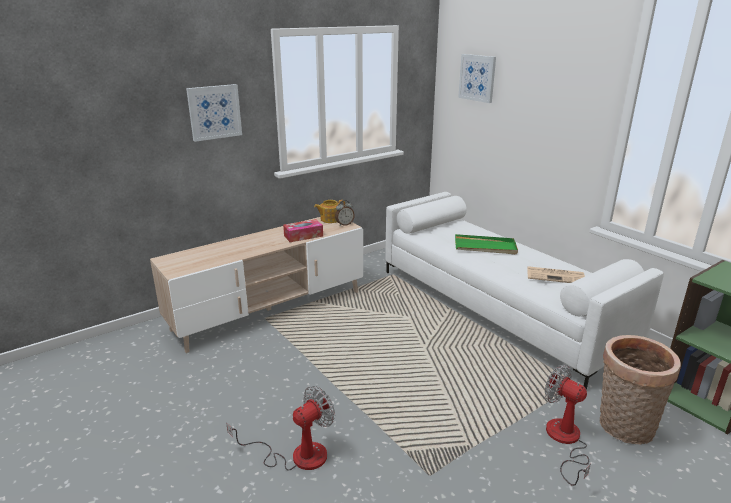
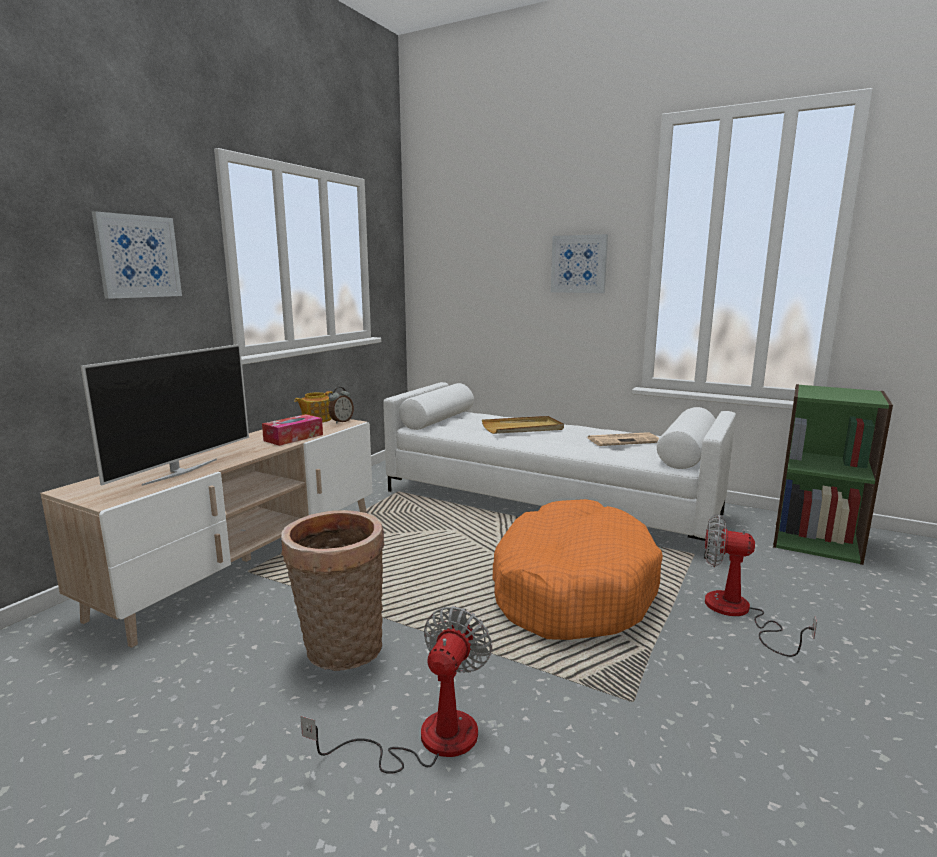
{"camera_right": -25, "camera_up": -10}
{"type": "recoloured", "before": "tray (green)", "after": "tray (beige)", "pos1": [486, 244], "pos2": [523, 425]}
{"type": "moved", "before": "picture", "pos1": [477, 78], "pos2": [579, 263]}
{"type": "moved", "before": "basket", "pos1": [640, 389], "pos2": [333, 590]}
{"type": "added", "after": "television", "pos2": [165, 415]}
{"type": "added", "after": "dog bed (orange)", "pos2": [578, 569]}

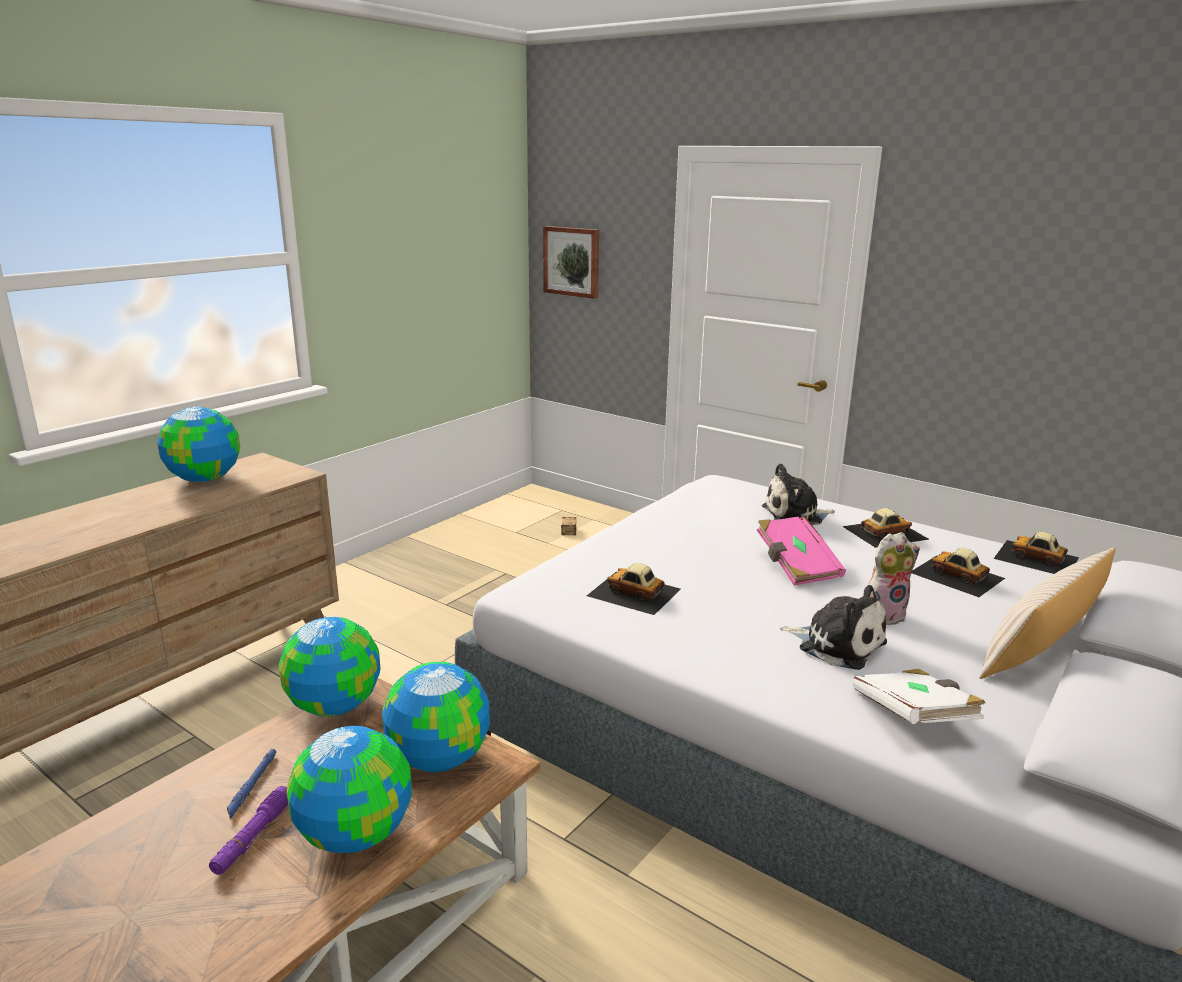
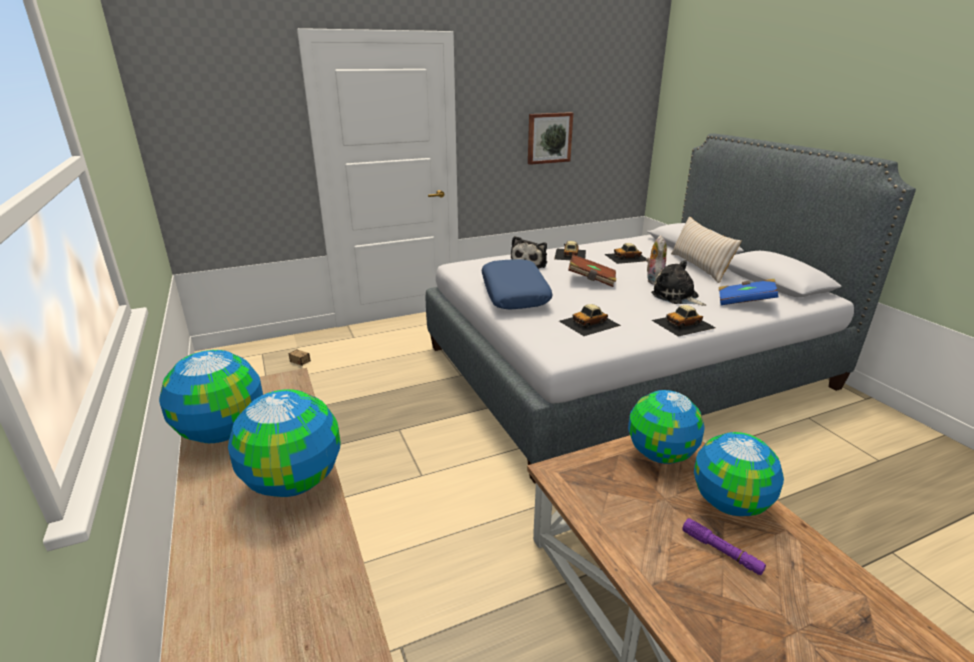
{"camera_right": -60, "camera_up": 5}
{"type": "removed", "before": "flashlight (blue)", "pos1": [251, 783]}
{"type": "moved", "before": "globe", "pos1": [329, 667], "pos2": [284, 443]}
{"type": "moved", "before": "picture", "pos1": [571, 262], "pos2": [550, 138]}
{"type": "recoloured", "before": "book (pink)", "after": "book (brown)", "pos1": [801, 551], "pos2": [592, 271]}
{"type": "turned", "before": "plush toy", "pos1": [833, 627], "pos2": [678, 283], "turn": -105}
{"type": "recoloured", "before": "book (white)", "after": "book (blue)", "pos1": [919, 696], "pos2": [748, 292]}
{"type": "moved", "before": "toy car", "pos1": [1036, 552], "pos2": [684, 321]}
{"type": "added", "after": "pillow (blue)", "pos2": [517, 284]}

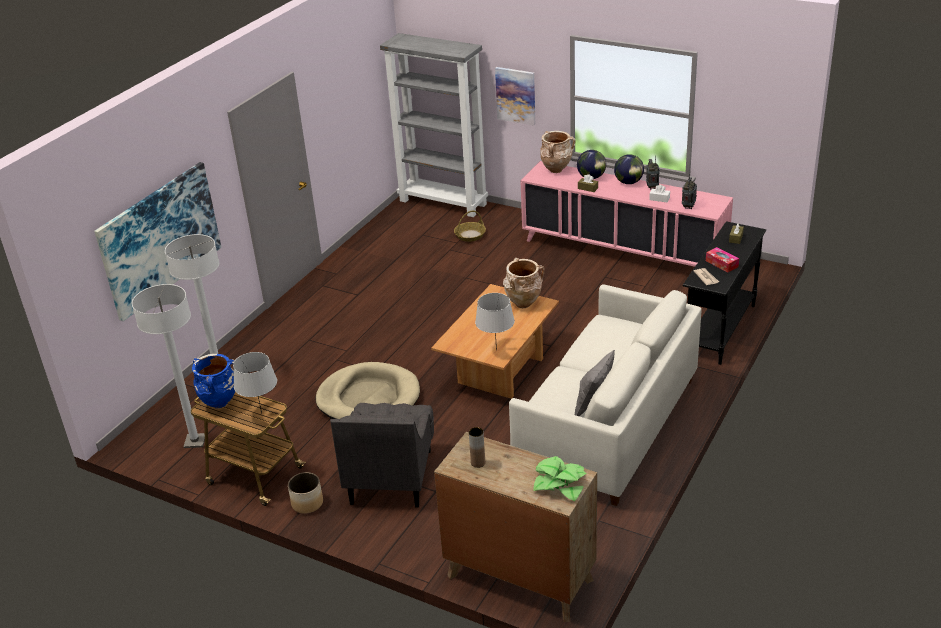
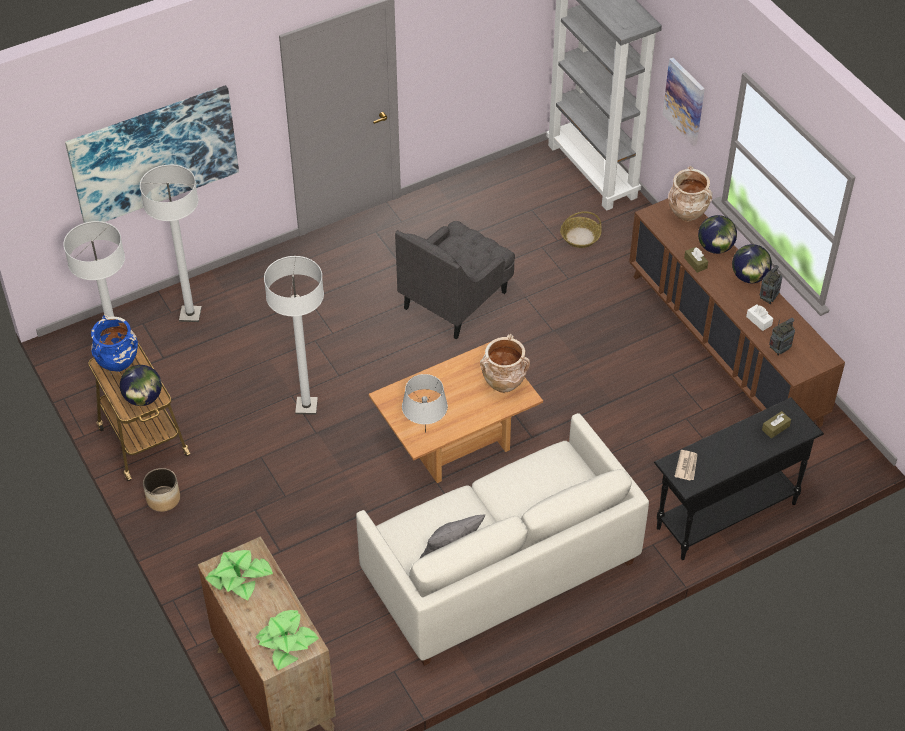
{"camera_right": 30, "camera_up": 15}
{"type": "replaced", "before": "table lamp (grey)", "after": "globe", "pos1": [255, 383], "pos2": [141, 385]}
{"type": "replaced", "before": "dog bed (beige)", "after": "floor lamp (white)", "pos1": [368, 390], "pos2": [294, 335]}
{"type": "moved", "before": "armchair (grey)", "pos1": [382, 455], "pos2": [455, 280]}
{"type": "replaced", "before": "vase (brown)", "after": "potted plant", "pos1": [477, 447], "pos2": [239, 575]}
{"type": "recoloured", "before": "cabinet (pink)", "after": "cabinet (brown)", "pos1": [626, 214], "pos2": [737, 312]}
{"type": "removed", "before": "tissue box", "pos1": [722, 259]}

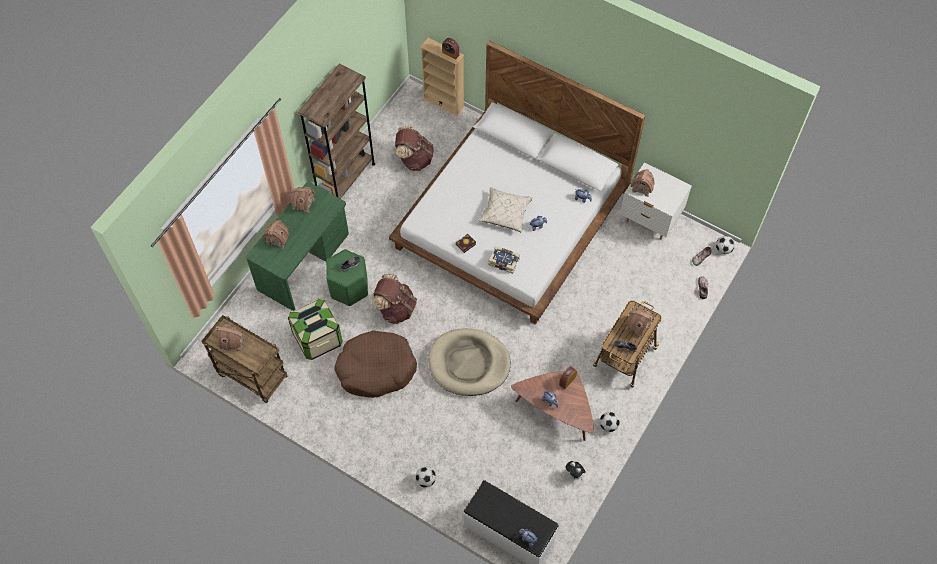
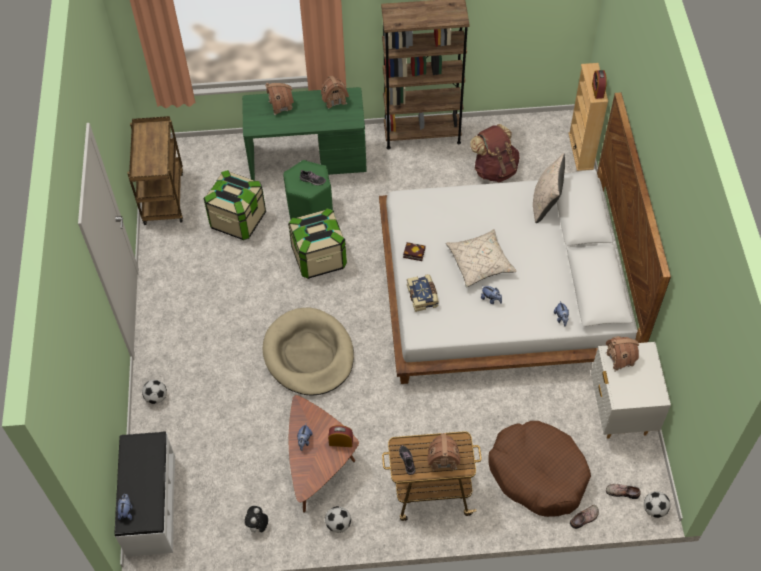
{"camera_right": 55, "camera_up": -5}
{"type": "removed", "before": "toy house", "pos1": [230, 337]}
{"type": "moved", "before": "dog bed (brown)", "pos1": [376, 364], "pos2": [539, 469]}
{"type": "replaced", "before": "backpack (brown)", "after": "storage box", "pos1": [394, 299], "pos2": [317, 243]}
{"type": "added", "after": "pillow (beige)", "pos2": [549, 188]}

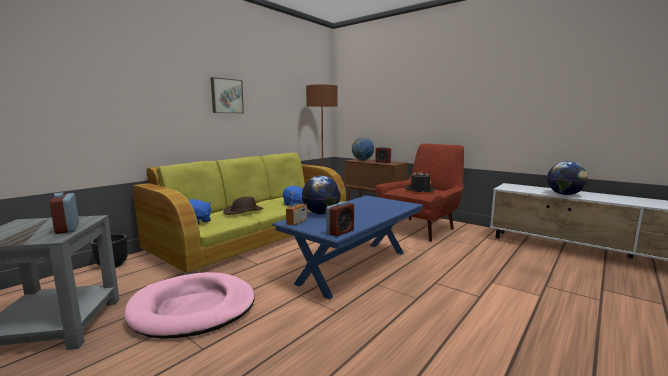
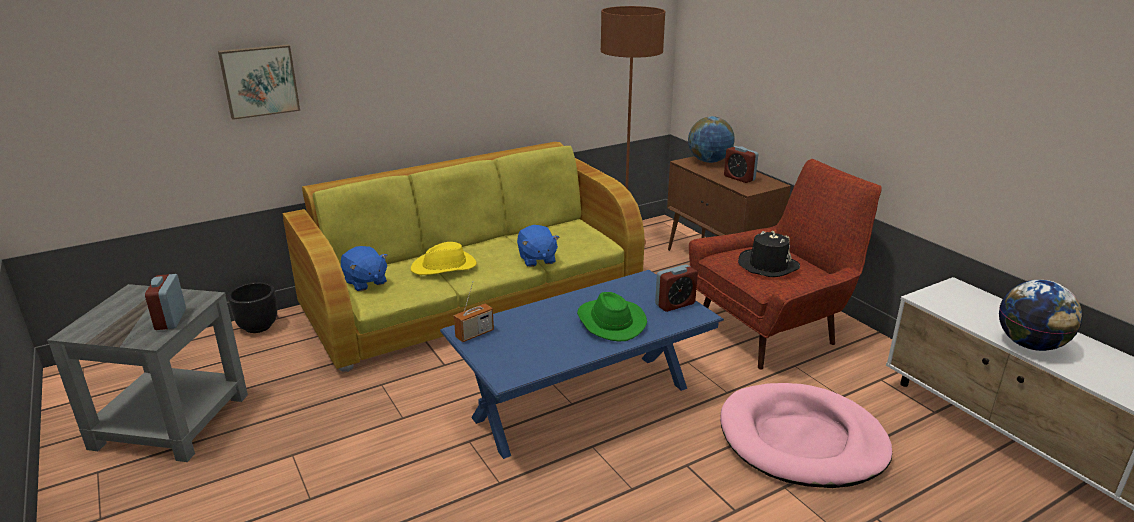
{"camera_right": 20, "camera_up": 15}
{"type": "moved", "before": "dog bed (pink)", "pos1": [189, 305], "pos2": [806, 435]}
{"type": "moved", "before": "picture", "pos1": [227, 95], "pos2": [259, 82]}
{"type": "recoloured", "before": "hat (brown)", "after": "hat (yellow)", "pos1": [243, 205], "pos2": [444, 258]}
{"type": "removed", "before": "globe", "pos1": [321, 195]}
{"type": "moved", "before": "alarm clock", "pos1": [340, 218], "pos2": [676, 288]}
{"type": "added", "after": "hat (green)", "pos2": [612, 316]}

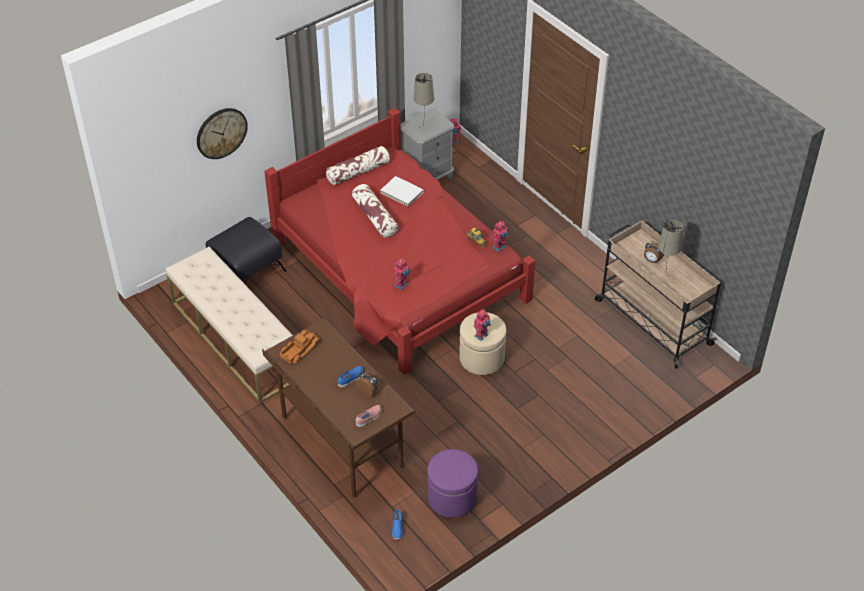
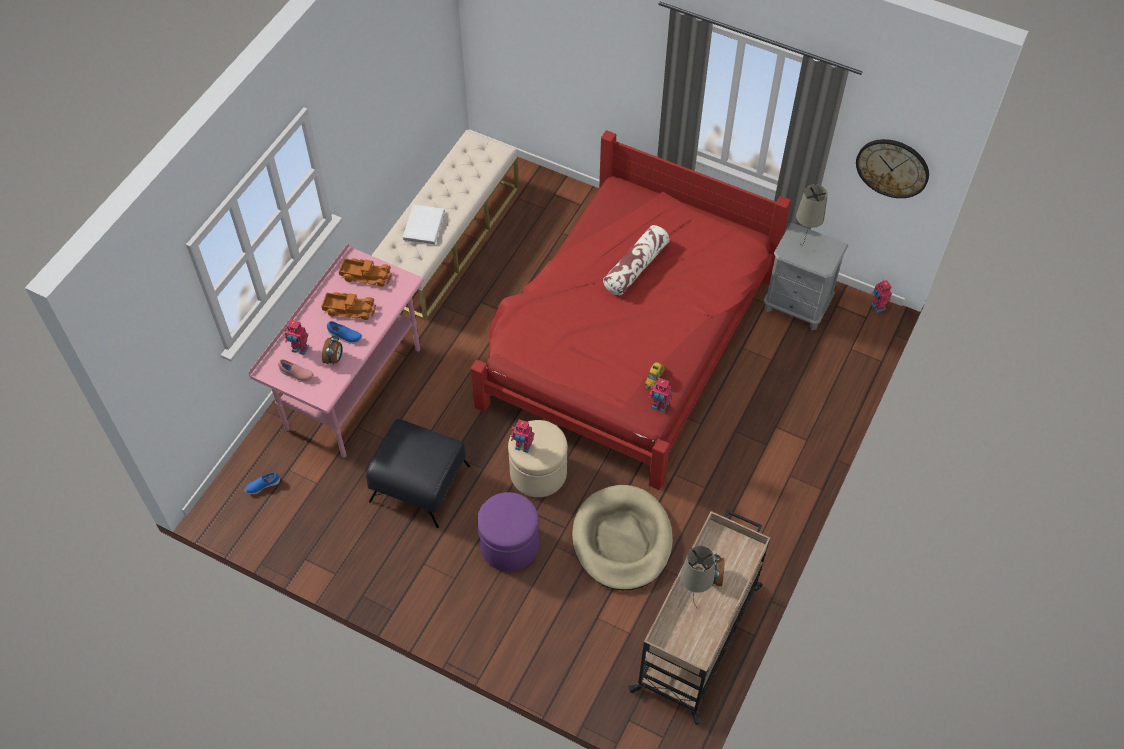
{"camera_right": 65, "camera_up": 10}
{"type": "moved", "before": "wall clock", "pos1": [222, 133], "pos2": [892, 168]}
{"type": "moved", "before": "ottoman (black)", "pos1": [245, 250], "pos2": [418, 473]}
{"type": "recoloured", "before": "desk (brown)", "after": "desk (pink)", "pos1": [338, 408], "pos2": [336, 351]}
{"type": "removed", "before": "pillow", "pos1": [358, 165]}
{"type": "moved", "before": "book (white)", "pos1": [402, 191], "pos2": [424, 224]}
{"type": "moved", "before": "toy robot", "pos1": [401, 274], "pos2": [296, 337]}
{"type": "moved", "before": "ottoman (purple)", "pos1": [452, 483], "pos2": [508, 531]}
{"type": "added", "after": "toy truck", "pos2": [349, 306]}
{"type": "added", "after": "dog bed (beige)", "pos2": [622, 537]}

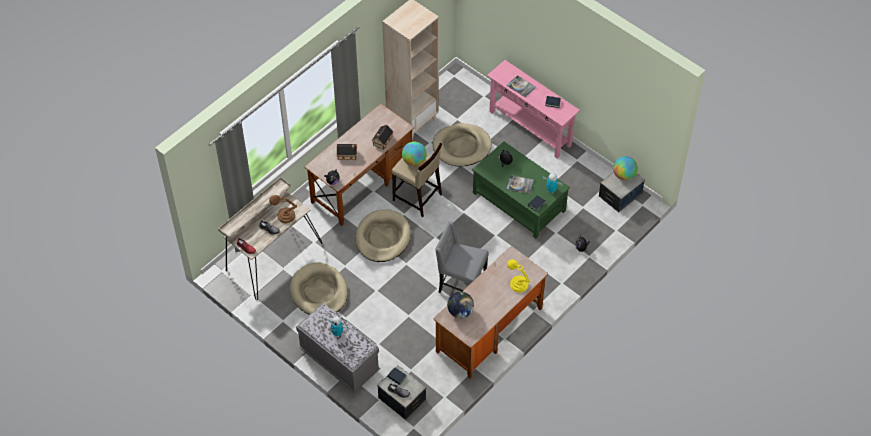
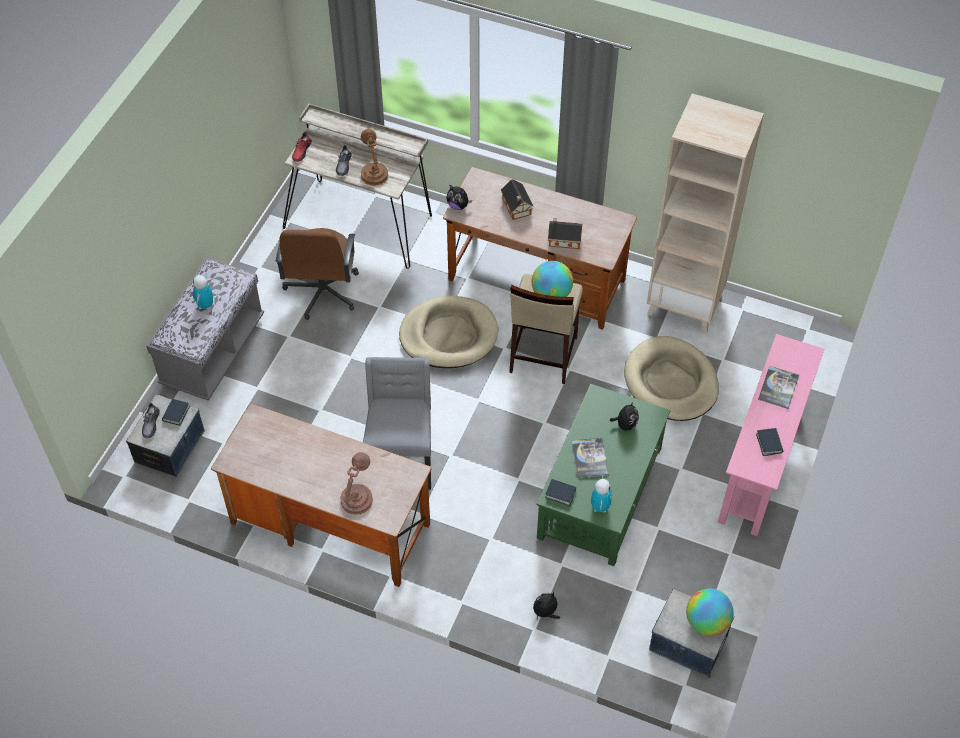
{"camera_right": 70, "camera_up": 0}
{"type": "replaced", "before": "dog bed (beige)", "after": "office chair (brown)", "pos1": [319, 289], "pos2": [317, 274]}
{"type": "removed", "before": "globe", "pos1": [460, 305]}
{"type": "recoloured", "before": "table lamp (yellow)", "after": "table lamp (brown)", "pos1": [518, 276], "pos2": [356, 483]}

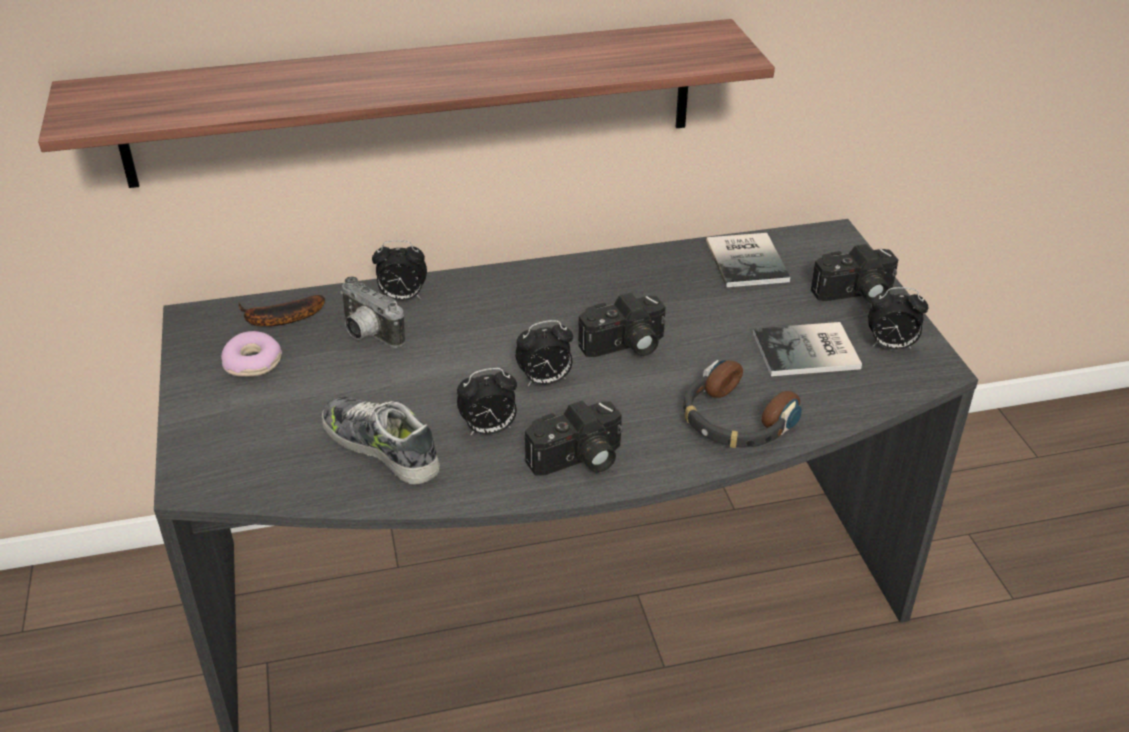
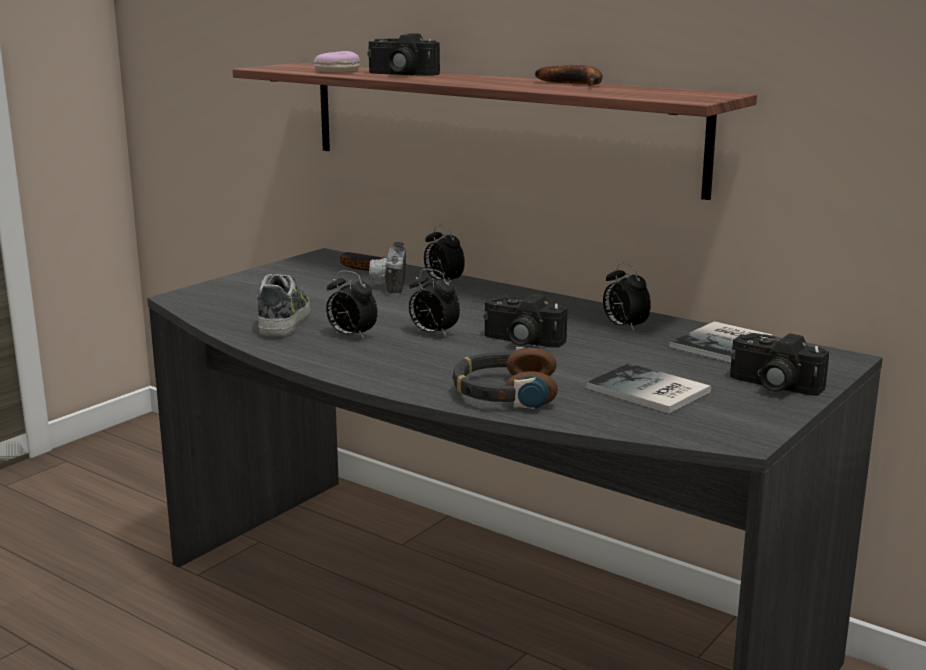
{"camera_right": 50, "camera_up": -20}
{"type": "moved", "before": "donut", "pos1": [251, 354], "pos2": [337, 61]}
{"type": "moved", "before": "photo camera", "pos1": [573, 438], "pos2": [404, 54]}
{"type": "moved", "before": "alarm clock", "pos1": [898, 318], "pos2": [627, 297]}
{"type": "added", "after": "banana", "pos2": [569, 75]}

